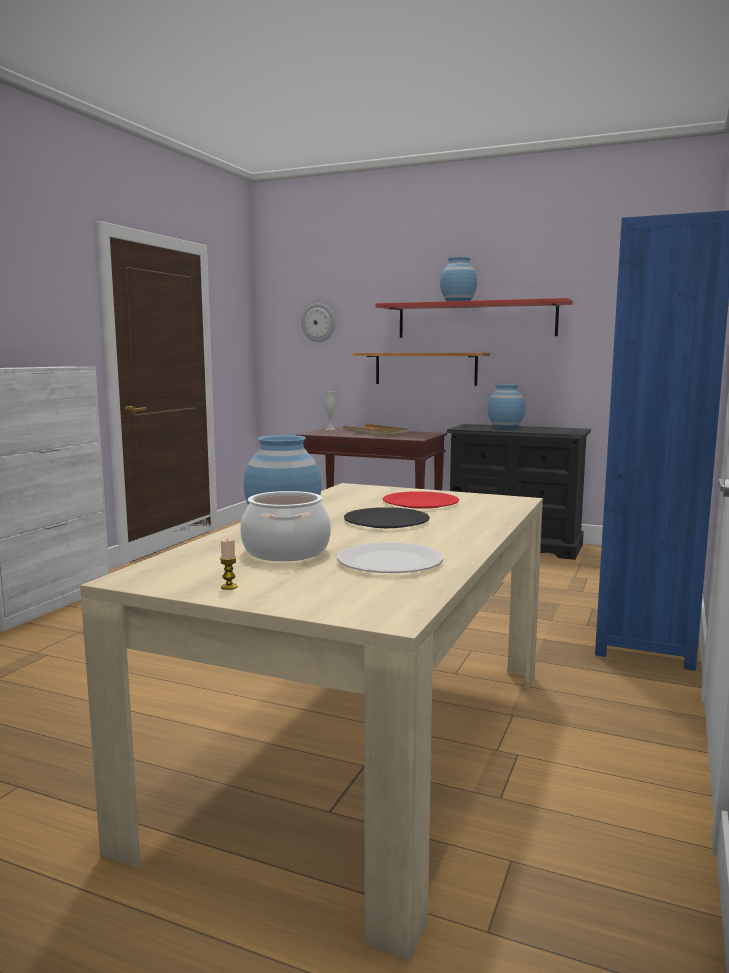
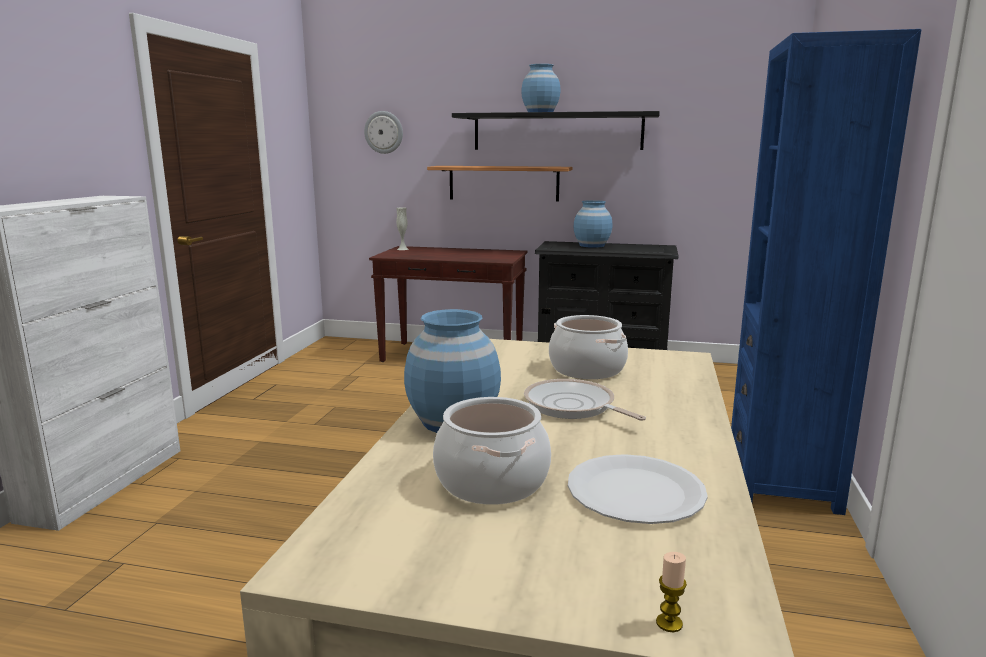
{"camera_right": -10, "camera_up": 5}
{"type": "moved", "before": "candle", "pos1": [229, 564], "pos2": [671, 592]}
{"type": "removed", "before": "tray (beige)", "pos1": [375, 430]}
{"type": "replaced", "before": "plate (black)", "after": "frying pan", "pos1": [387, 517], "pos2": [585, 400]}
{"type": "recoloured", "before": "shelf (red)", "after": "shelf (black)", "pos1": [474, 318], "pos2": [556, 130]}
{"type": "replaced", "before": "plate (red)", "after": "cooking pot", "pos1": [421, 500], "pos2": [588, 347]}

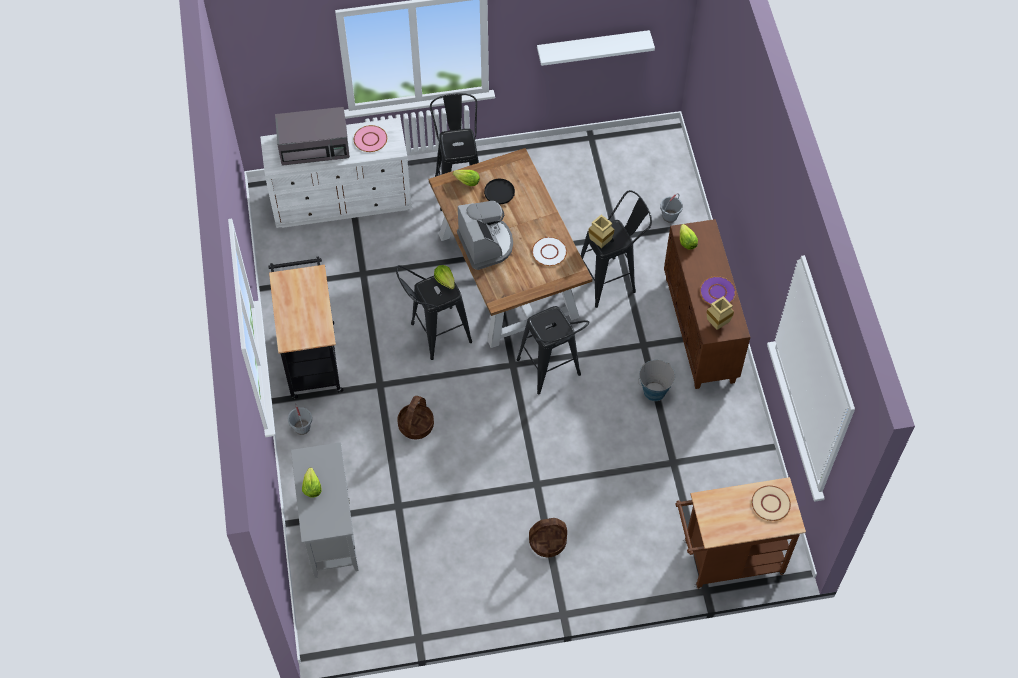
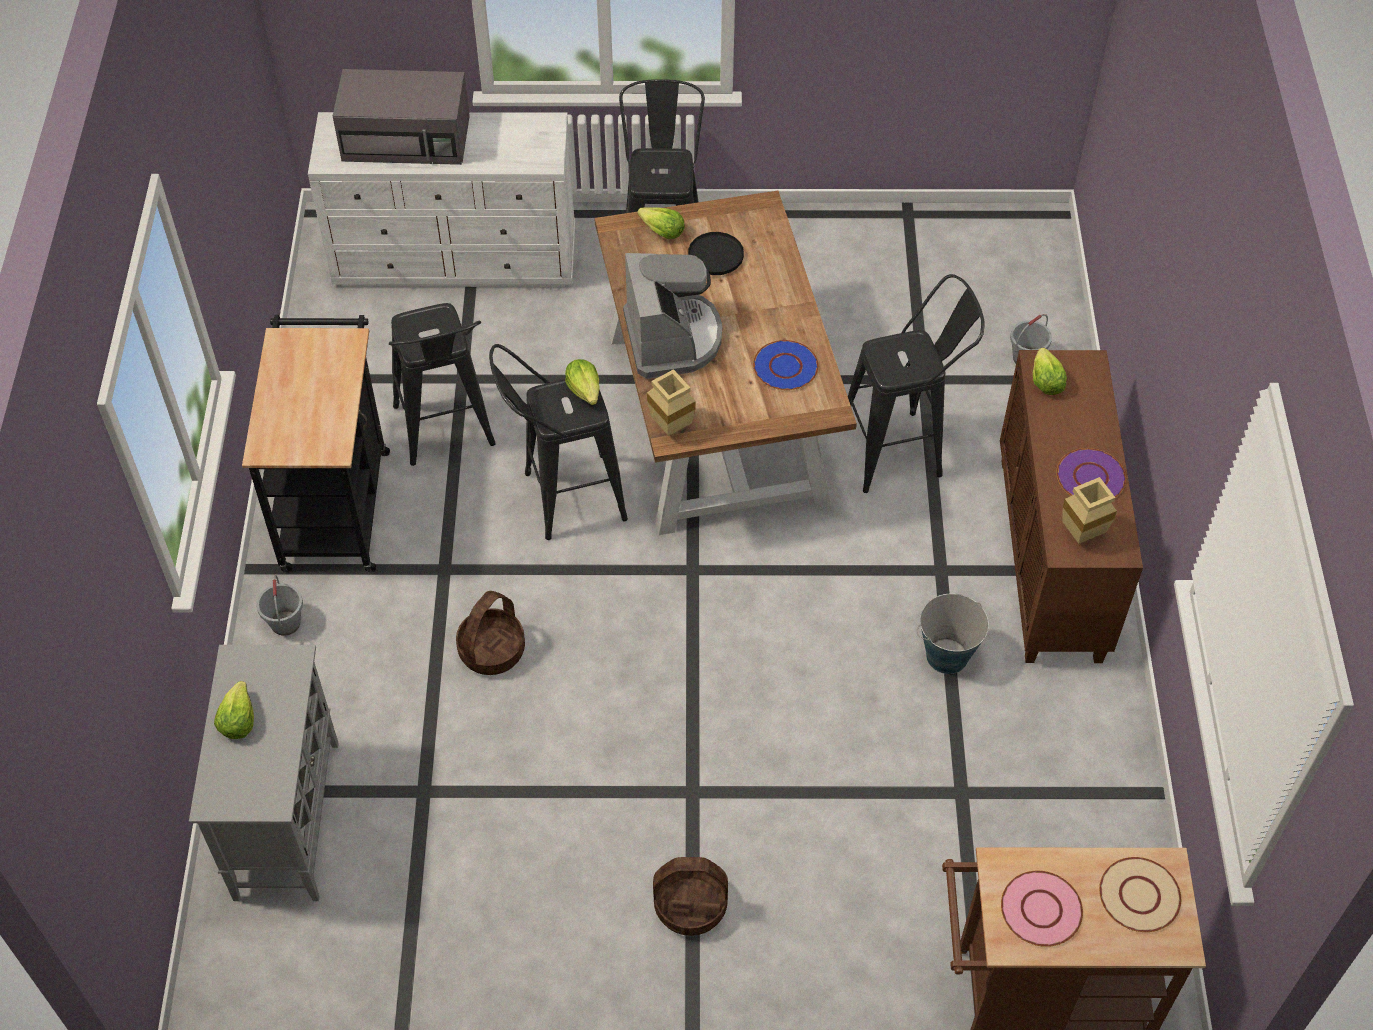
{"camera_right": 10, "camera_up": -5}
{"type": "moved", "before": "plate (pink)", "pos1": [370, 138], "pos2": [1042, 909]}
{"type": "moved", "before": "stool (black)", "pos1": [553, 350], "pos2": [442, 384]}
{"type": "recoloured", "before": "plate (white)", "after": "plate (blue)", "pos1": [549, 251], "pos2": [786, 365]}
{"type": "removed", "before": "shelf (white)", "pos1": [596, 48]}
{"type": "moved", "before": "vase (beige)", "pos1": [601, 231], "pos2": [671, 402]}

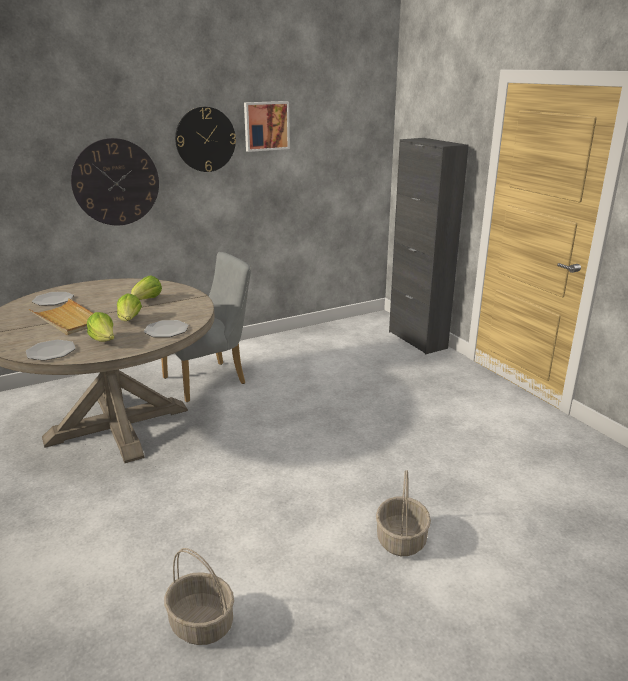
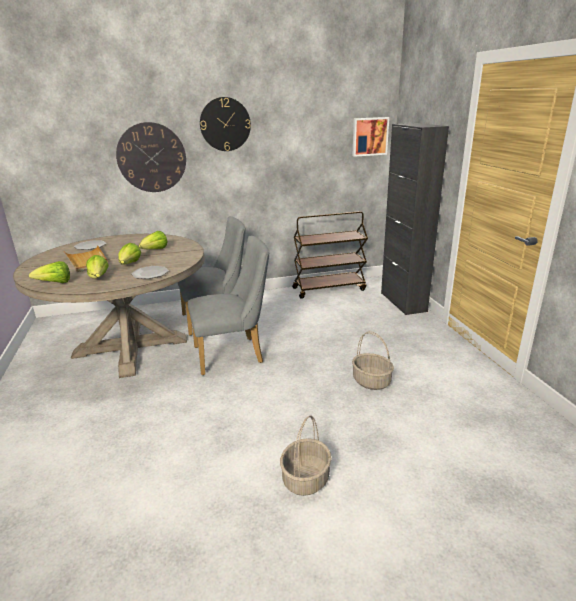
{"camera_right": 15, "camera_up": 0}
{"type": "replaced", "before": "plate", "after": "lettuce", "pos1": [51, 350], "pos2": [49, 272]}
{"type": "moved", "before": "basket", "pos1": [199, 596], "pos2": [373, 360]}
{"type": "moved", "before": "picture", "pos1": [267, 126], "pos2": [371, 137]}
{"type": "added", "after": "chair (grey)", "pos2": [228, 305]}
{"type": "added", "after": "cart (brown)", "pos2": [330, 255]}

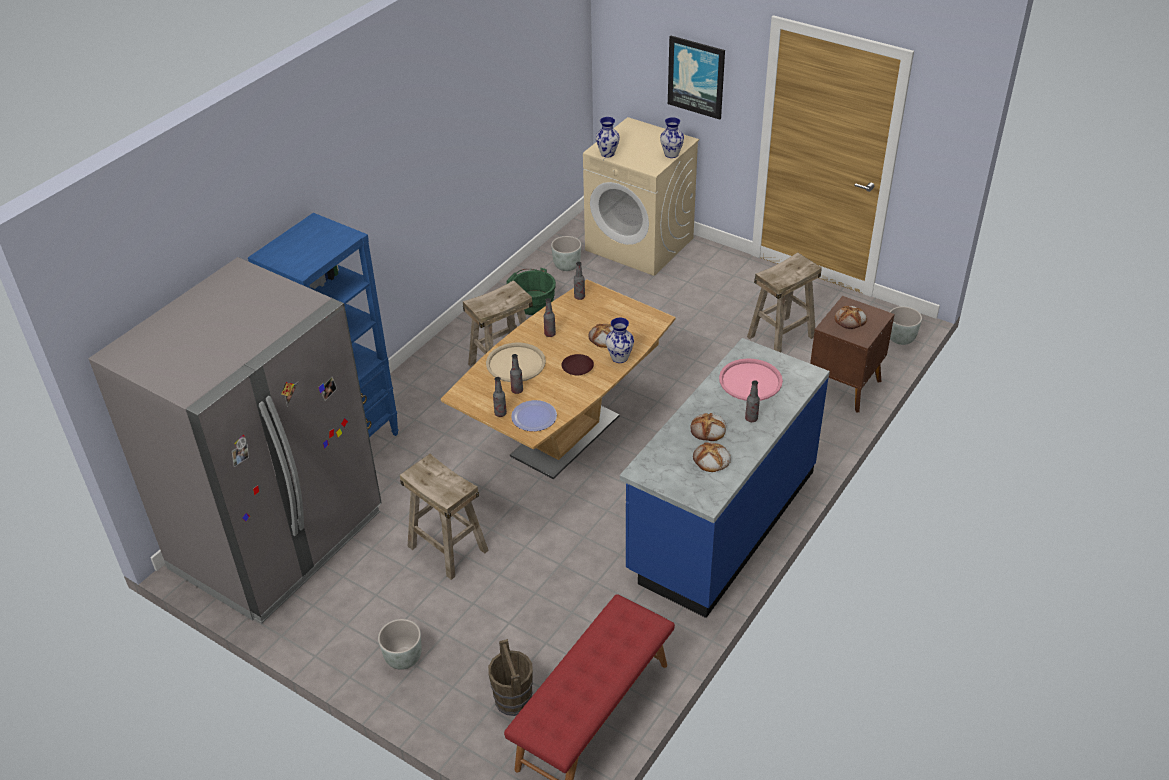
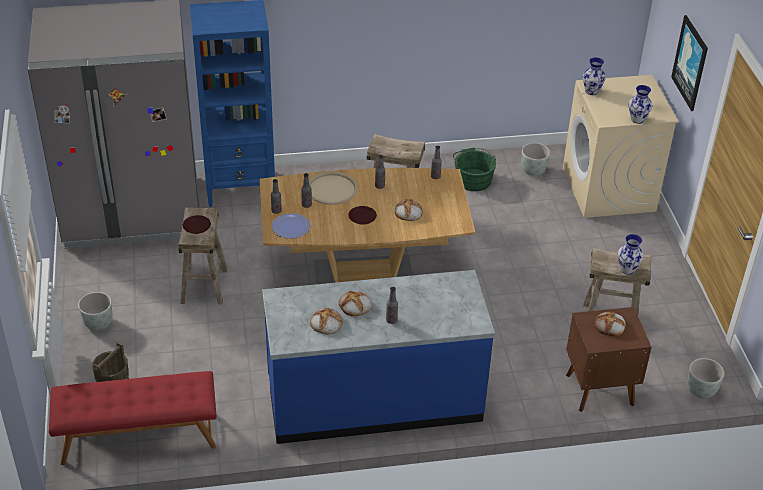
{"camera_right": 45, "camera_up": 0}
{"type": "moved", "before": "vase", "pos1": [620, 340], "pos2": [631, 254]}
{"type": "removed", "before": "tray (pink)", "pos1": [751, 379]}
{"type": "added", "after": "plate (brown)", "pos2": [197, 224]}

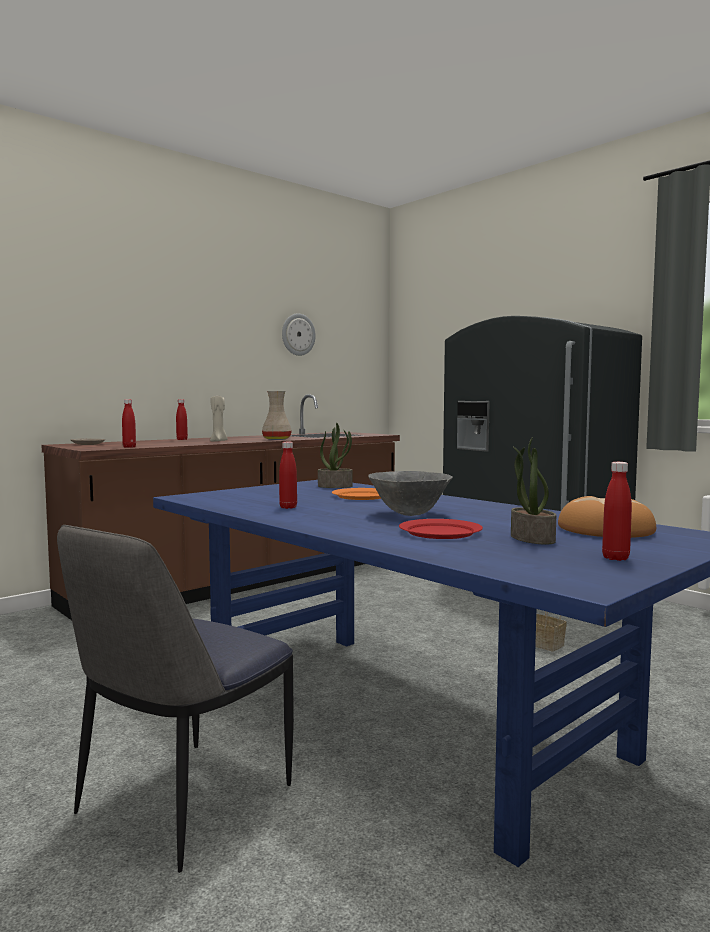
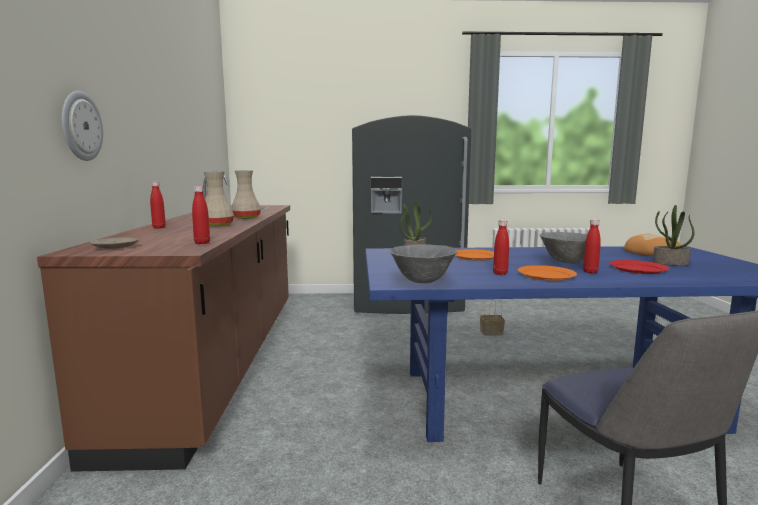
{"camera_right": -50, "camera_up": 5}
{"type": "replaced", "before": "candle (beige)", "after": "vase (beige)", "pos1": [218, 418], "pos2": [219, 199]}
{"type": "moved", "before": "wall clock", "pos1": [299, 334], "pos2": [82, 126]}
{"type": "moved", "before": "bottle (red)", "pos1": [617, 511], "pos2": [592, 246]}
{"type": "added", "after": "bowl (grey)", "pos2": [424, 263]}
{"type": "added", "after": "plate (orange)", "pos2": [547, 273]}

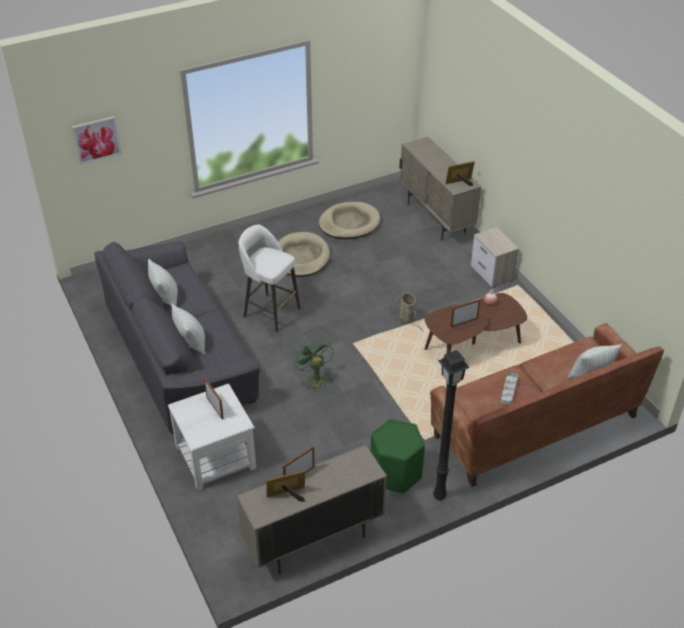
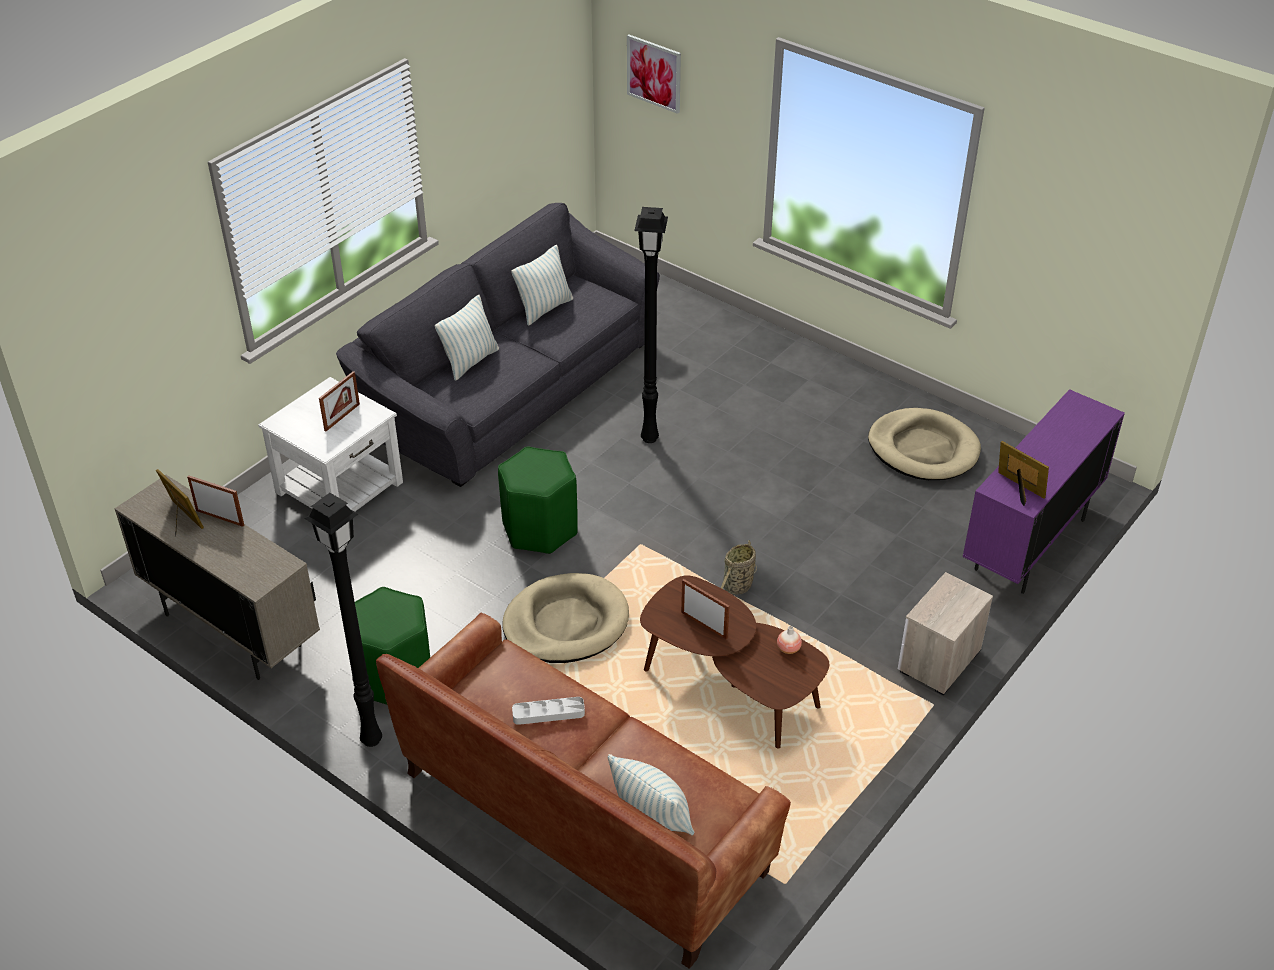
{"camera_right": 65, "camera_up": 0}
{"type": "replaced", "before": "stool (white)", "after": "floor lamp (black)", "pos1": [269, 278], "pos2": [651, 325]}
{"type": "moved", "before": "dog bed (beige)", "pos1": [304, 254], "pos2": [565, 618]}
{"type": "replaced", "before": "fan (green)", "after": "stool (green)", "pos1": [313, 366], "pos2": [538, 500]}
{"type": "recoloured", "before": "cabinet (beige)", "after": "cabinet (purple)", "pos1": [440, 188], "pos2": [1044, 491]}

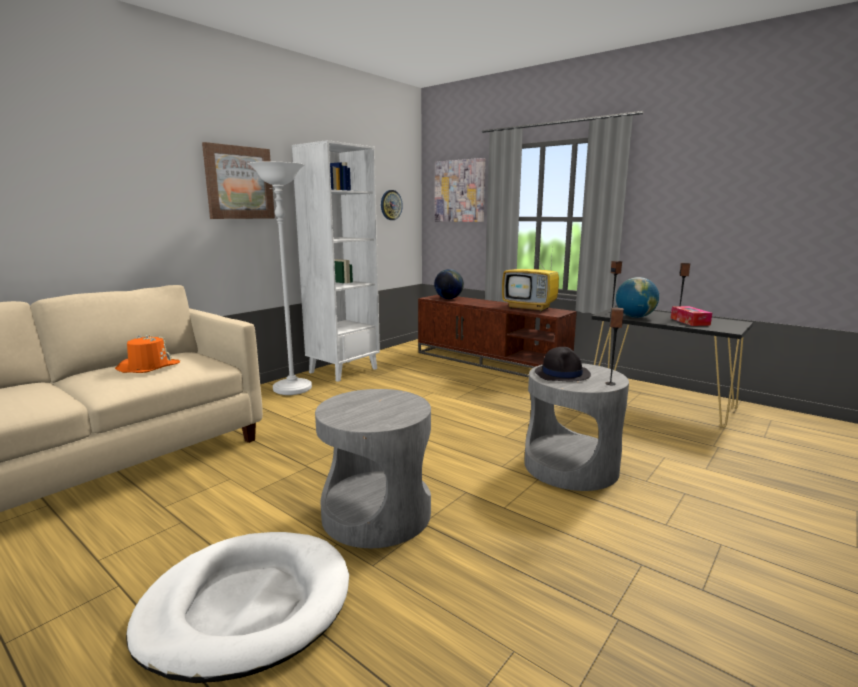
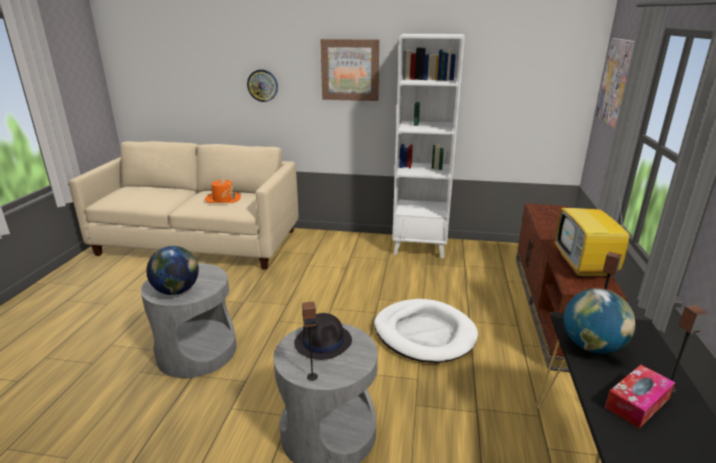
{"camera_right": 60, "camera_up": 10}
{"type": "moved", "before": "dog bed (white)", "pos1": [237, 607], "pos2": [426, 331]}
{"type": "removed", "before": "floor lamp (white)", "pos1": [280, 278]}
{"type": "moved", "before": "wall clock", "pos1": [392, 205], "pos2": [262, 85]}
{"type": "moved", "before": "globe", "pos1": [449, 284], "pos2": [172, 270]}

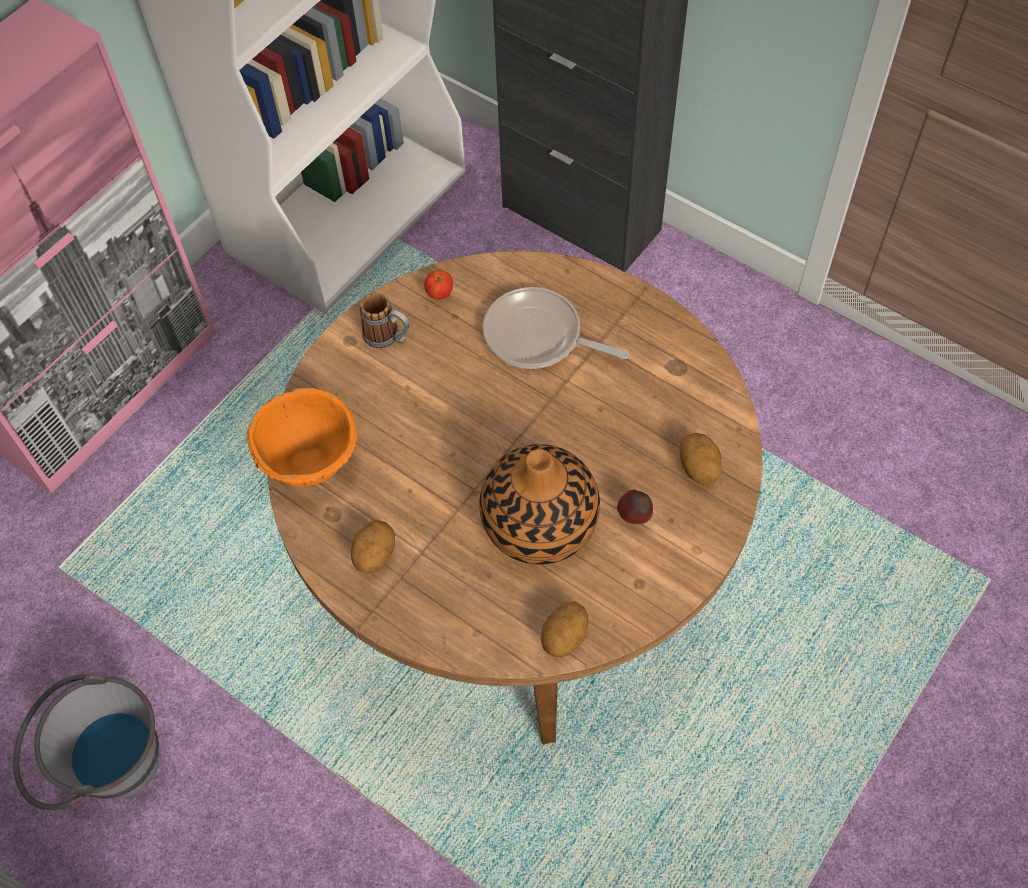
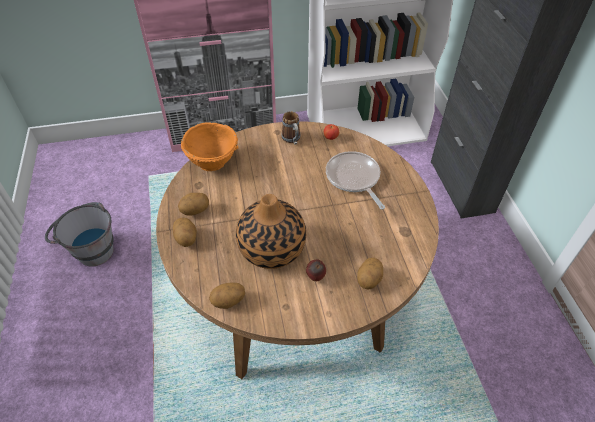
{"camera_right": 40, "camera_up": -10}
{"type": "added", "after": "potato", "pos2": [185, 232]}

